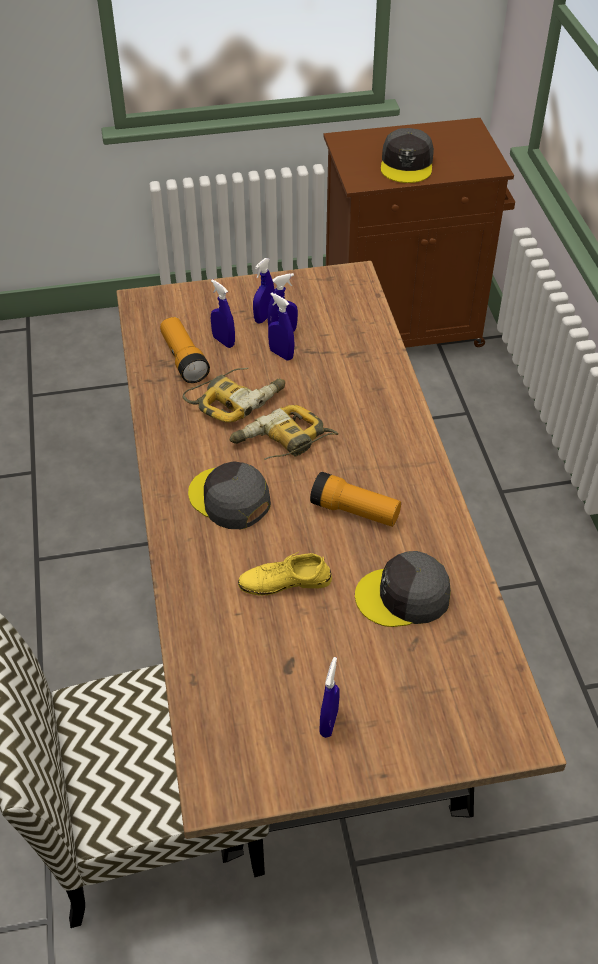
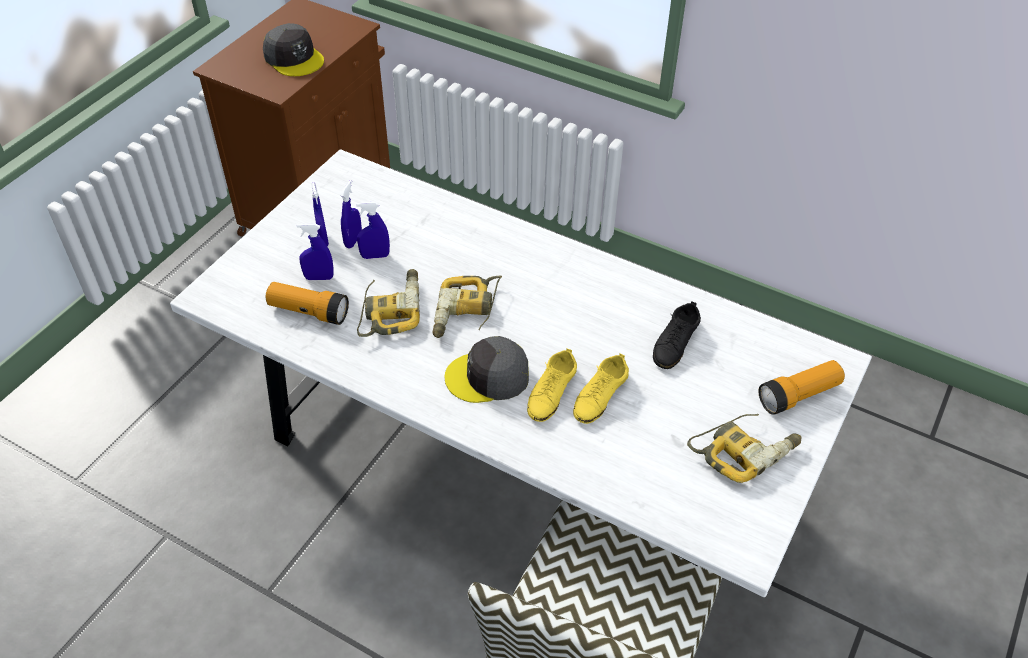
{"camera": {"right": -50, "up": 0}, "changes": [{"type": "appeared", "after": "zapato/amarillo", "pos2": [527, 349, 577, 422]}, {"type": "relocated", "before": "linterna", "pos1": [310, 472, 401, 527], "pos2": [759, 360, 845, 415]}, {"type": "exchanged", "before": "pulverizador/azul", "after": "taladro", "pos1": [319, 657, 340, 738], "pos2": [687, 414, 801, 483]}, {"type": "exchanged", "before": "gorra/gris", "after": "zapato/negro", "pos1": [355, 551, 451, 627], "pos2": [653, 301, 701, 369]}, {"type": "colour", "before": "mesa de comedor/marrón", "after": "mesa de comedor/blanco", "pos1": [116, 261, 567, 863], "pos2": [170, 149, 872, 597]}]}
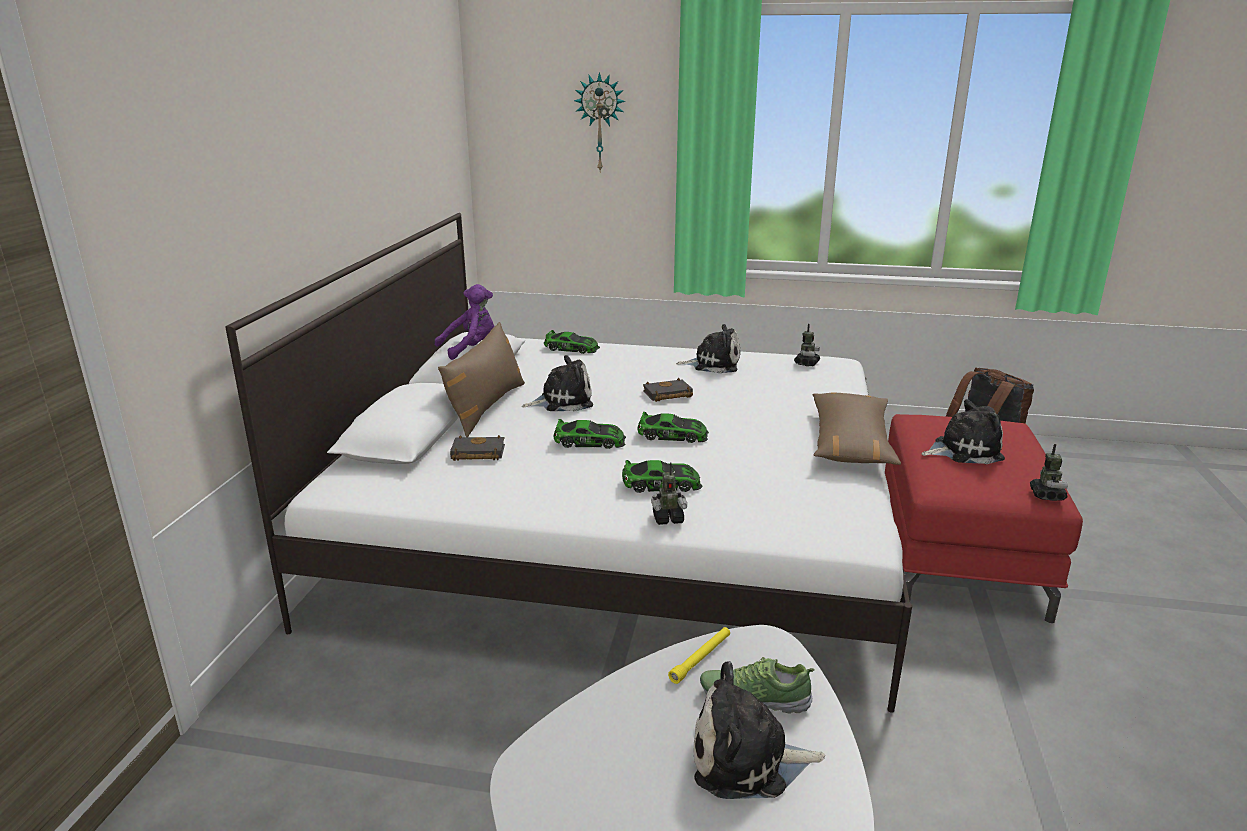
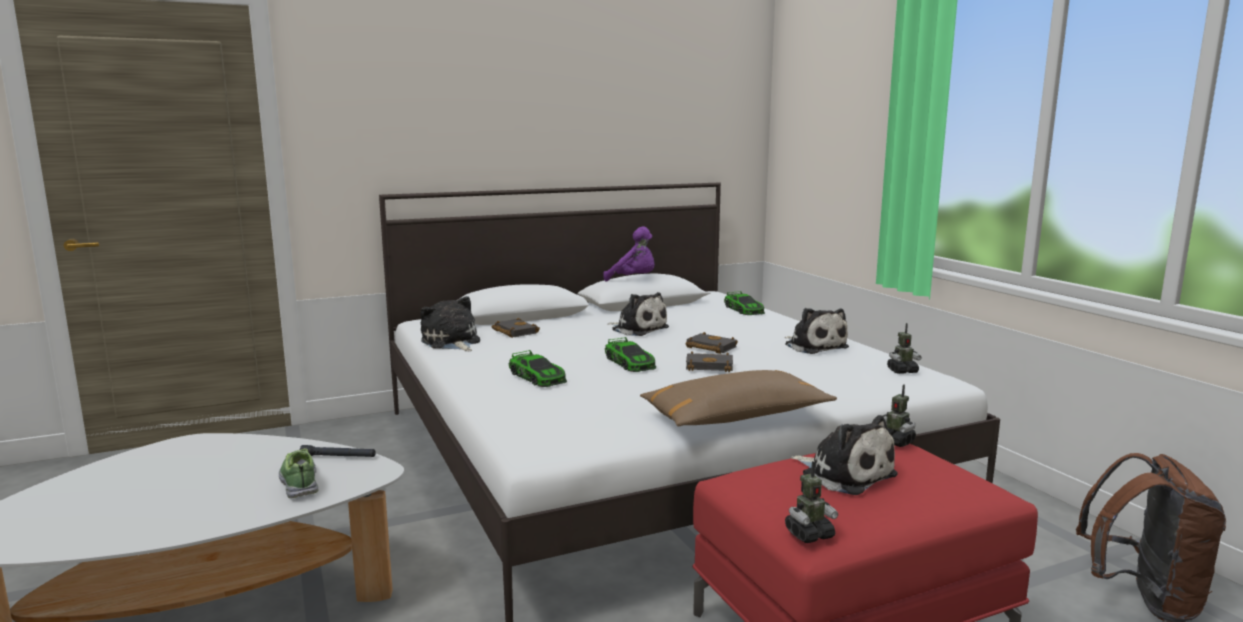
{"camera": {"right": 55, "up": -10}, "changes": [{"type": "missing", "before": "cojín/marrón", "pos1": [438, 322, 525, 437]}, {"type": "missing", "before": "coche de juguete", "pos1": [554, 419, 626, 449]}, {"type": "missing", "before": "reloj de pared", "pos1": [574, 72, 626, 173]}, {"type": "appeared", "after": "libro/negro", "pos2": [686, 351, 733, 372]}, {"type": "relocated", "before": "robot de juguete", "pos1": [651, 462, 687, 525], "pos2": [883, 385, 916, 447]}, {"type": "relocated", "before": "peluche", "pos1": [694, 661, 825, 799], "pos2": [420, 296, 480, 351]}, {"type": "colour", "before": "linterna/amarillo", "after": "linterna/negro", "pos1": [668, 627, 730, 684], "pos2": [300, 445, 376, 457]}]}
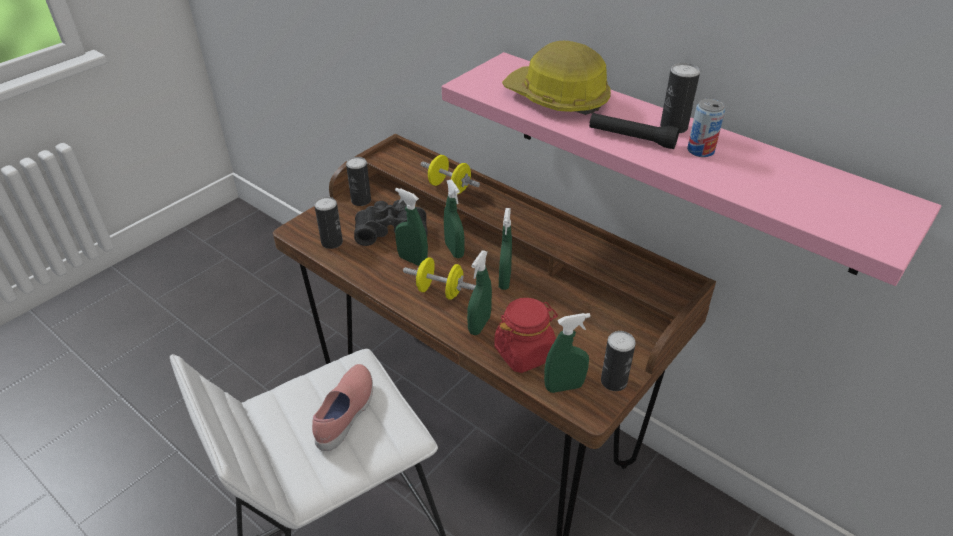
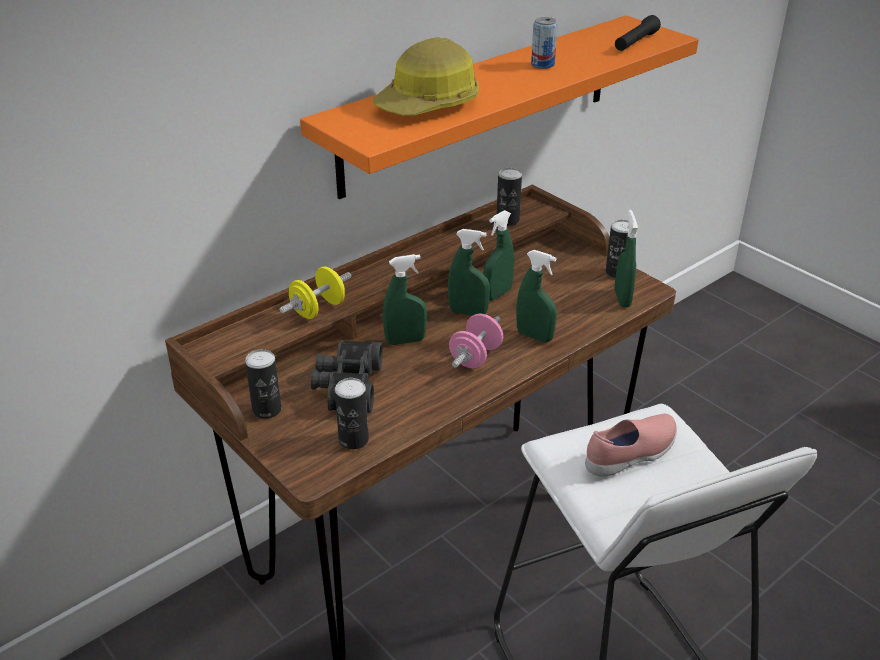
{"camera": {"right": -80, "up": -5}, "changes": [{"type": "missing", "before": "tarro/rojo", "pos1": [494, 298, 558, 373]}, {"type": "relocated", "before": "pulverizador/verde", "pos1": [395, 188, 428, 266], "pos2": [483, 210, 514, 300]}, {"type": "relocated", "before": "linterna/negro", "pos1": [589, 113, 680, 149], "pos2": [615, 15, 661, 51]}, {"type": "relocated", "before": "lata", "pos1": [660, 63, 700, 133], "pos2": [497, 168, 522, 226]}, {"type": "colour", "before": "mancuerna/amarillo", "after": "mancuerna/rosa", "pos1": [403, 257, 476, 300], "pos2": [449, 314, 503, 368]}, {"type": "colour", "before": "estante/rosa", "after": "estante/naranja", "pos1": [442, 52, 941, 286], "pos2": [300, 15, 699, 199]}, {"type": "spun", "before": "zapato/rosa", "pos1": [312, 364, 373, 451], "pos2": [585, 414, 677, 477], "turn": 120}]}
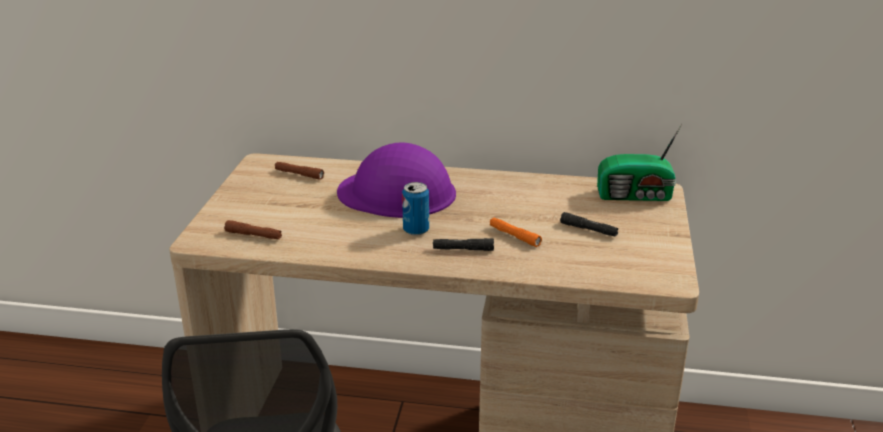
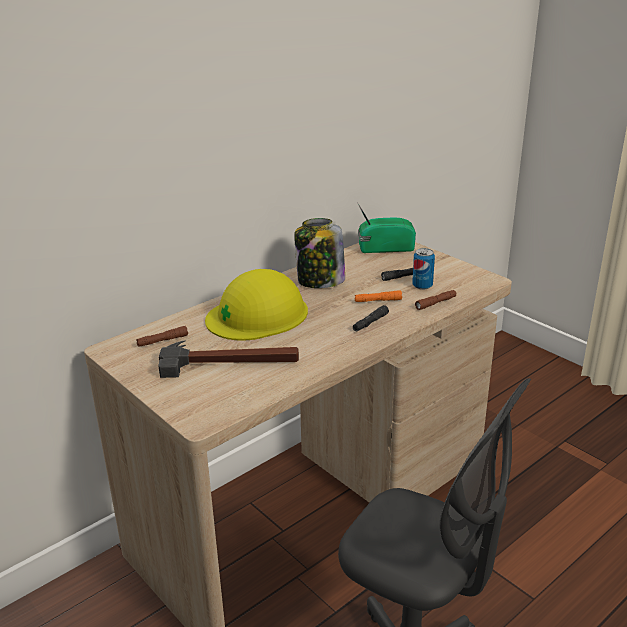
{"camera": {"right": -50, "up": 0}, "changes": [{"type": "appeared", "after": "martillo", "pos2": [158, 340, 299, 378]}, {"type": "appeared", "after": "tarro", "pos2": [294, 218, 345, 288]}, {"type": "relocated", "before": "linterna/marrón", "pos1": [224, 220, 282, 239], "pos2": [415, 290, 456, 310]}, {"type": "relocated", "before": "lata", "pos1": [402, 182, 429, 236], "pos2": [412, 248, 435, 290]}, {"type": "colour", "before": "casco/morado", "after": "casco/amarillo", "pos1": [337, 142, 456, 218], "pos2": [205, 269, 308, 341]}, {"type": "spun", "before": "radio", "pos1": [597, 124, 682, 201], "pos2": [357, 202, 416, 253], "turn": -135}]}
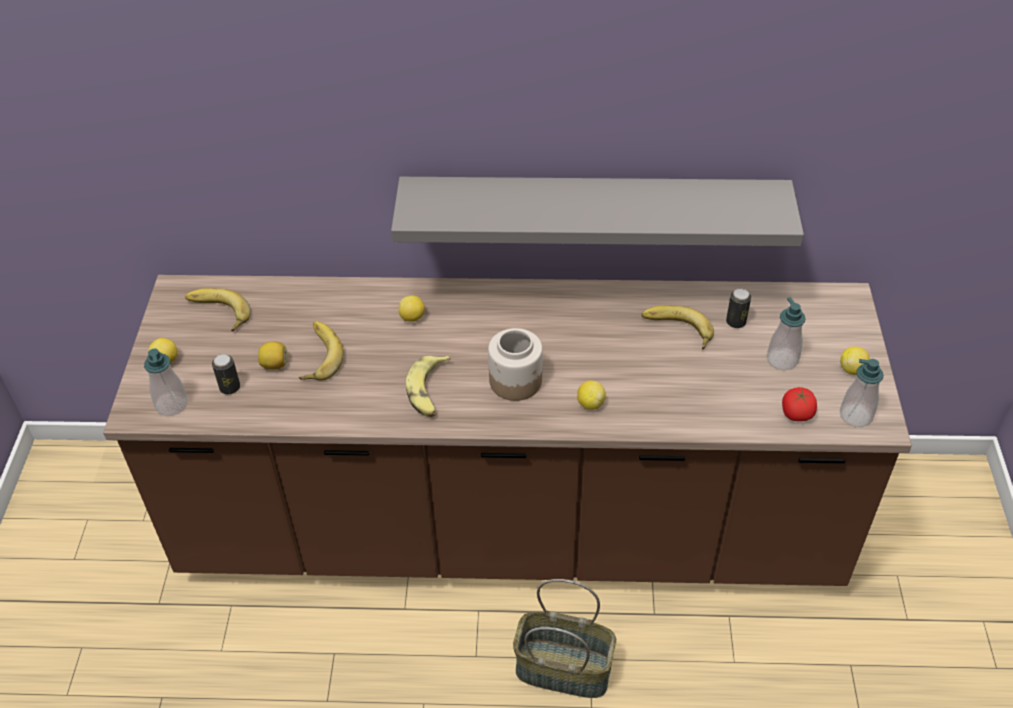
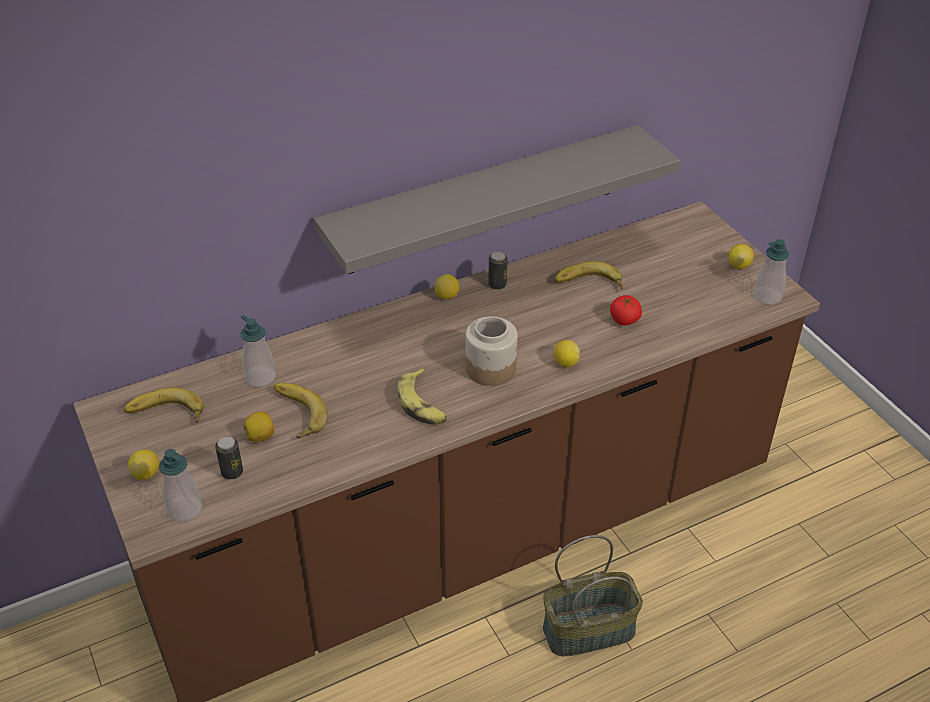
{"camera": {"right": -30, "up": -5}, "changes": [{"type": "relocated", "before": "limón", "pos1": [398, 295, 425, 322], "pos2": [434, 274, 459, 299]}, {"type": "relocated", "before": "lata", "pos1": [726, 288, 751, 328], "pos2": [488, 251, 508, 290]}, {"type": "relocated", "before": "dispensador de jabón", "pos1": [767, 297, 806, 370], "pos2": [240, 315, 276, 387]}, {"type": "relocated", "before": "tomate", "pos1": [782, 387, 817, 421], "pos2": [610, 295, 642, 325]}]}
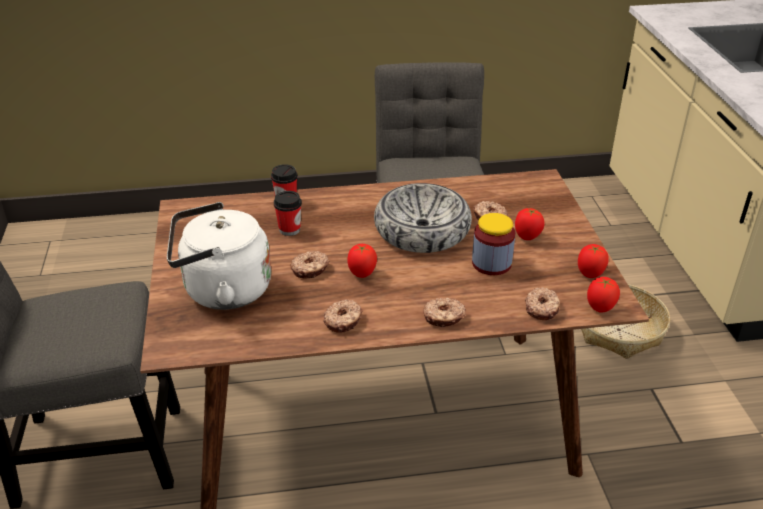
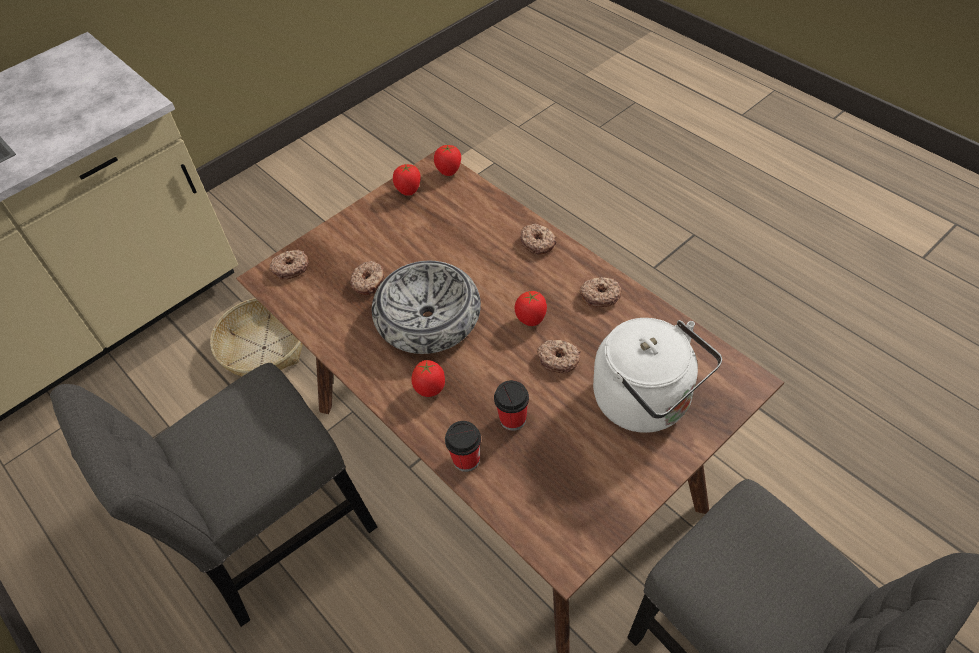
{"camera": {"right": -120, "up": 15}, "changes": [{"type": "missing", "before": "tarro", "pos1": [472, 213, 515, 275]}, {"type": "relocated", "before": "tomate", "pos1": [515, 208, 545, 240], "pos2": [411, 360, 445, 397]}, {"type": "relocated", "before": "rosquilla", "pos1": [525, 287, 560, 320], "pos2": [269, 250, 309, 280]}]}
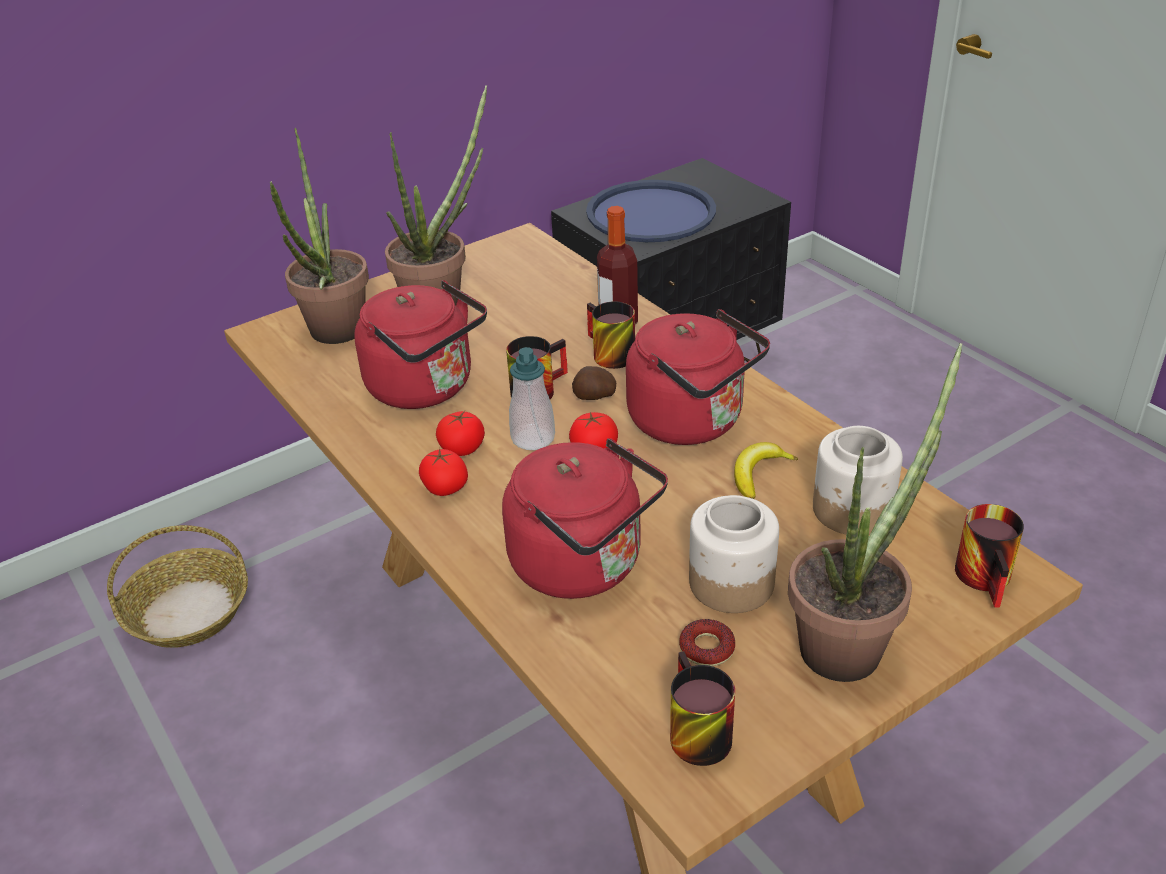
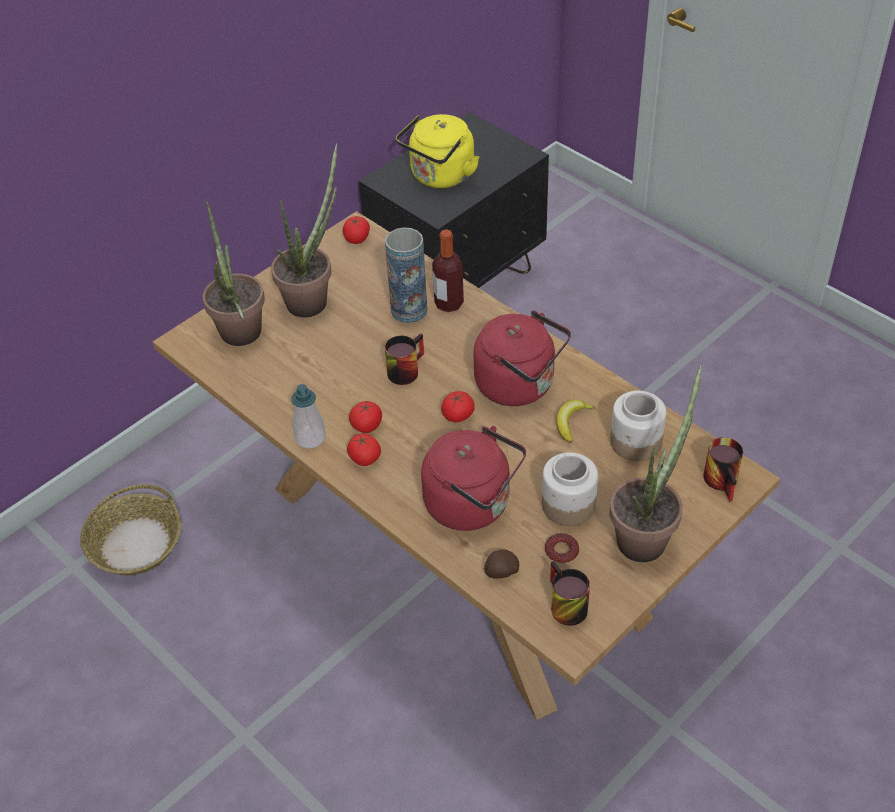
{"camera": {"right": -10, "up": 10}, "changes": [{"type": "missing", "before": "hervidor/rojo", "pos1": [354, 280, 487, 409]}, {"type": "missing", "before": "taza grande", "pos1": [587, 301, 635, 369]}, {"type": "appeared", "after": "tomate", "pos2": [343, 216, 370, 244]}, {"type": "appeared", "after": "florero", "pos2": [385, 227, 428, 323]}, {"type": "relocated", "before": "dispensador de jabón", "pos1": [509, 347, 555, 450], "pos2": [291, 384, 326, 449]}, {"type": "relocated", "before": "patata", "pos1": [572, 366, 616, 400], "pos2": [484, 549, 519, 579]}, {"type": "exchanged", "before": "bandeja/azul", "after": "hervidor/amarillo", "pos1": [586, 180, 716, 242], "pos2": [396, 114, 479, 188]}]}
